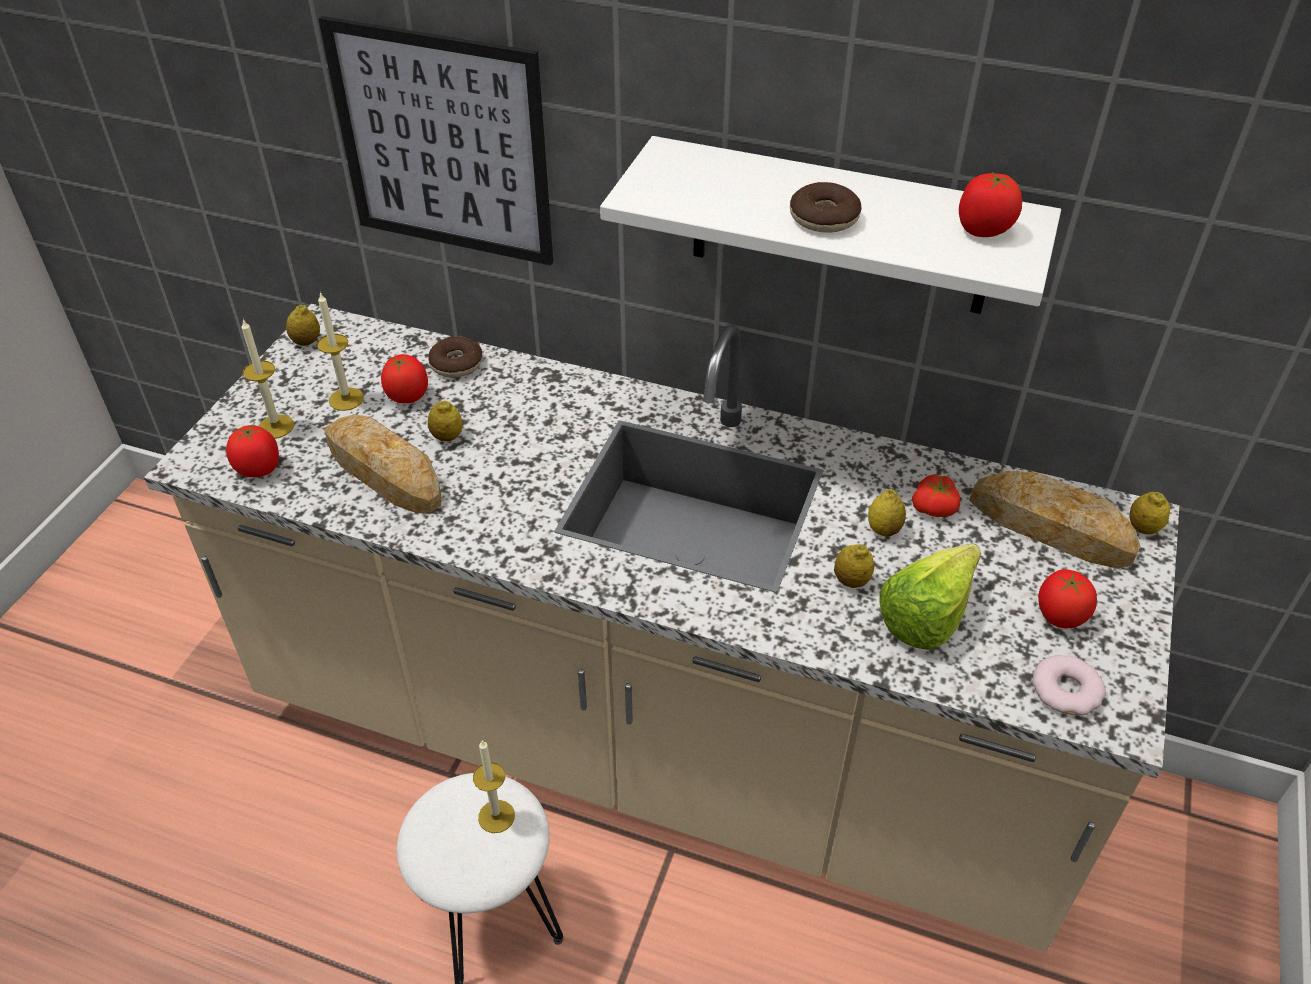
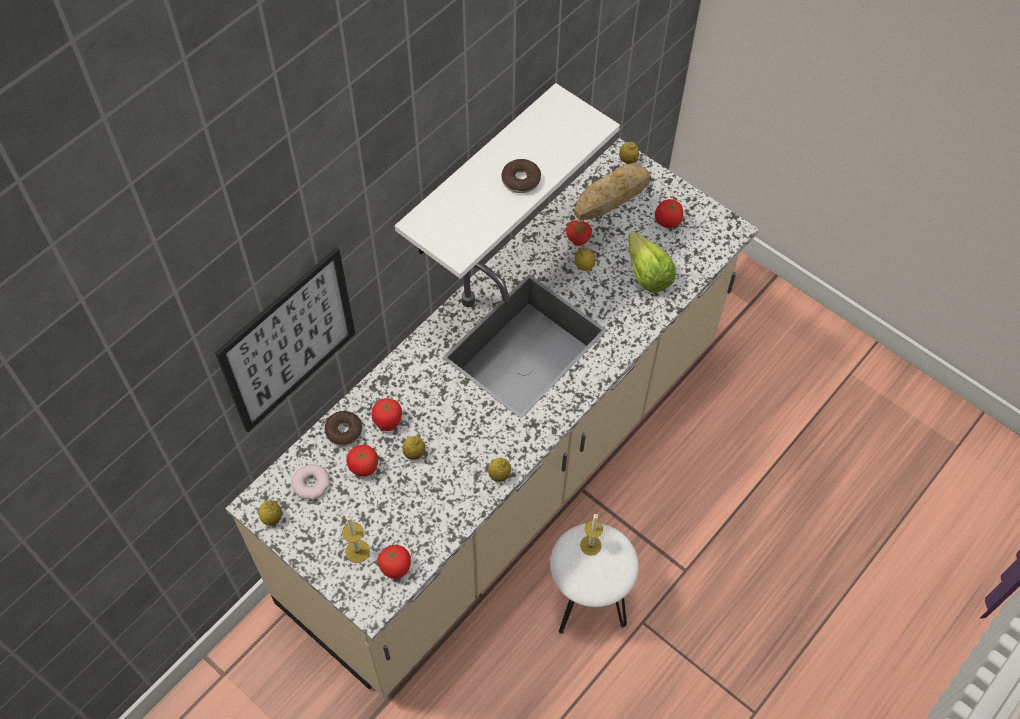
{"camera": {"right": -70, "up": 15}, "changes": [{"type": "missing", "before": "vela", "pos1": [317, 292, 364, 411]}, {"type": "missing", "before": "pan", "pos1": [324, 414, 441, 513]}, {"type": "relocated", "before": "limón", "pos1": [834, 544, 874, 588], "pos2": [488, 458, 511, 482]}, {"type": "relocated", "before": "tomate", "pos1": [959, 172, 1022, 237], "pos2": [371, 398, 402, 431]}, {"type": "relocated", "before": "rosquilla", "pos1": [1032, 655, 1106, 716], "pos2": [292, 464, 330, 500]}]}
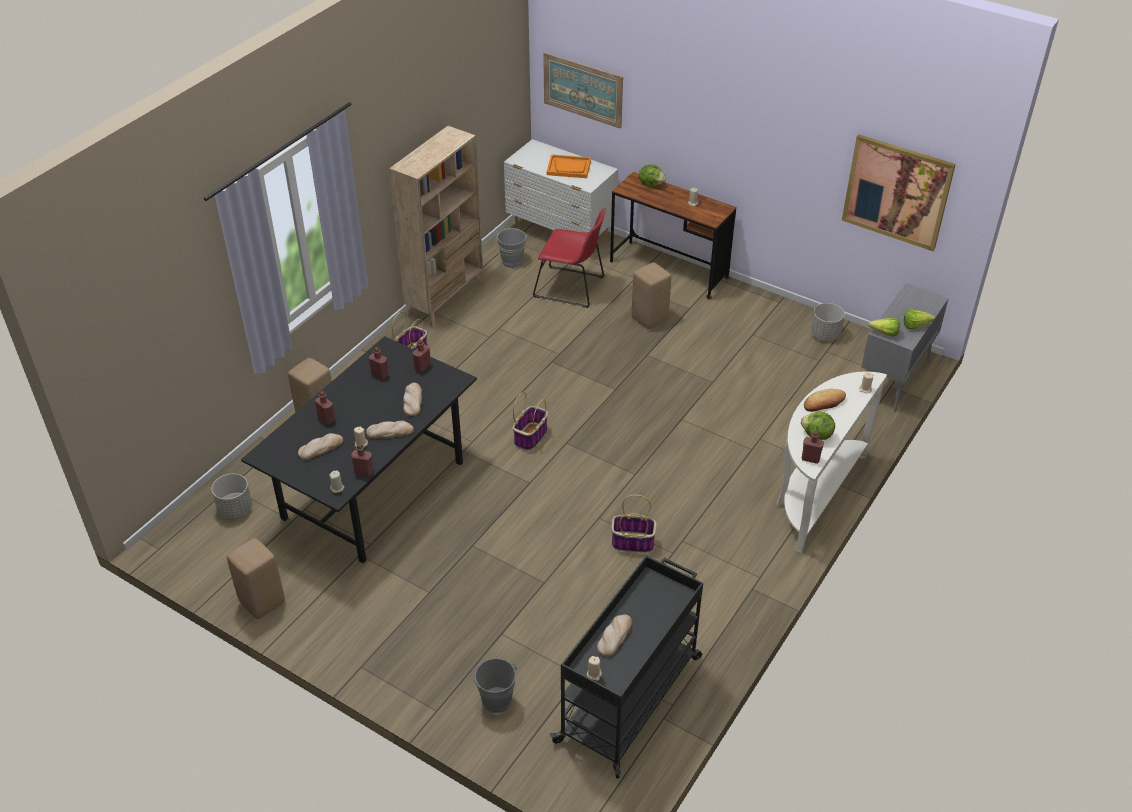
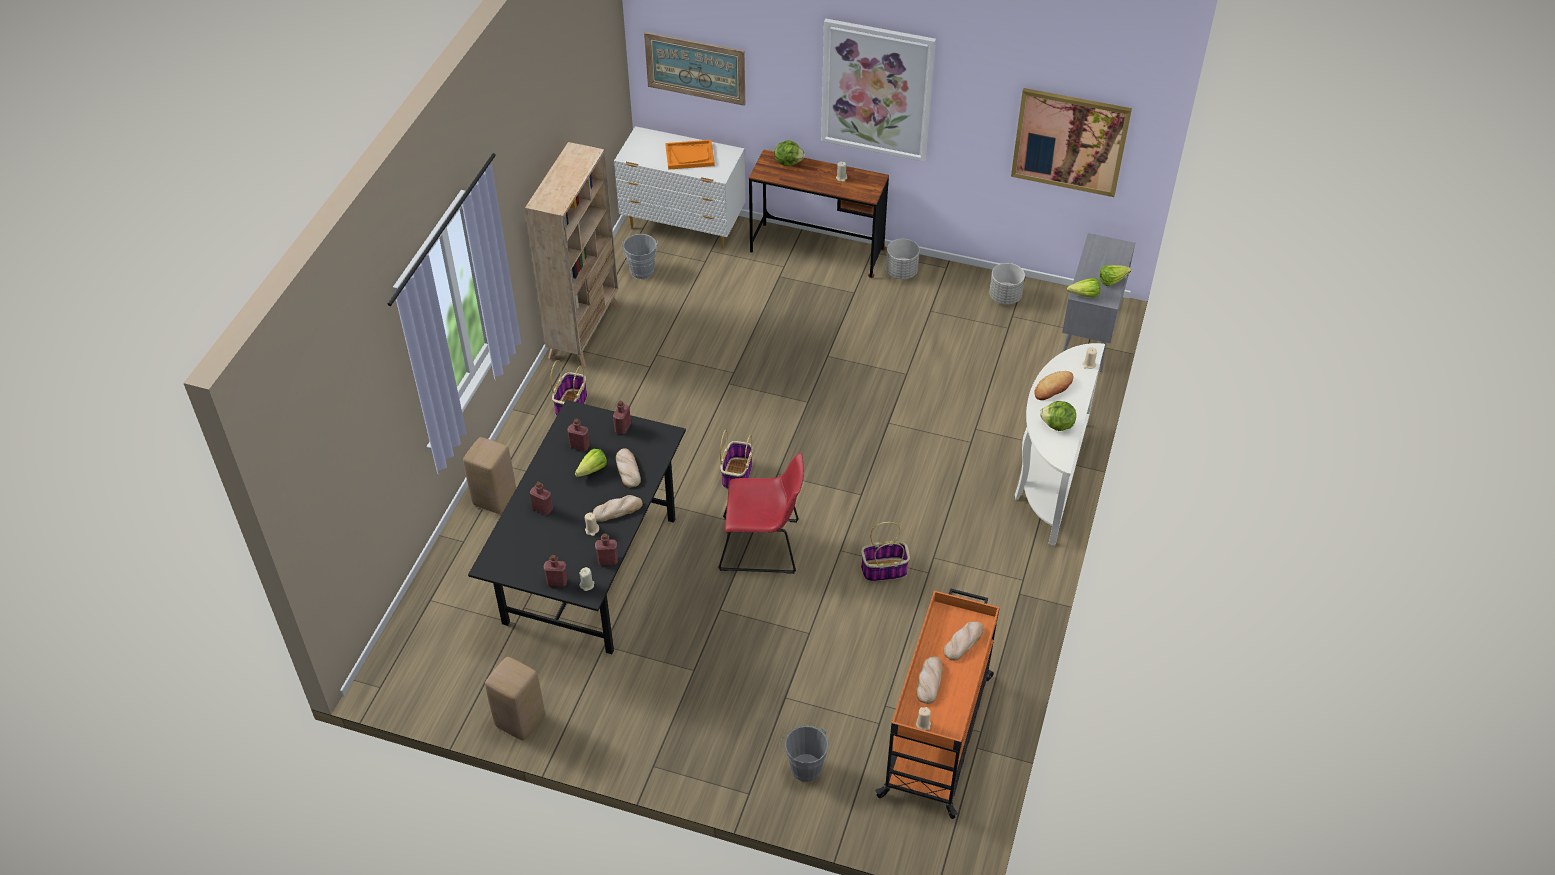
{"camera": {"right": -15, "up": 5}, "changes": [{"type": "missing", "before": "taburete/beis", "pos1": [632, 262, 671, 329]}, {"type": "appeared", "after": "lechuga", "pos2": [575, 449, 607, 477]}, {"type": "appeared", "after": "cuadro", "pos2": [821, 18, 936, 162]}, {"type": "relocated", "before": "maceta/gris", "pos1": [212, 474, 252, 518], "pos2": [886, 239, 920, 279]}, {"type": "relocated", "before": "pan", "pos1": [298, 433, 343, 460], "pos2": [943, 622, 984, 661]}, {"type": "relocated", "before": "silla/rojo", "pos1": [533, 208, 606, 308], "pos2": [718, 453, 804, 574]}, {"type": "relocated", "before": "botella/rojo", "pos1": [802, 431, 824, 464], "pos2": [544, 555, 567, 587]}, {"type": "colour", "before": "carrito/negro", "after": "carrito/naranja", "pos1": [550, 555, 703, 779], "pos2": [875, 588, 1000, 819]}]}
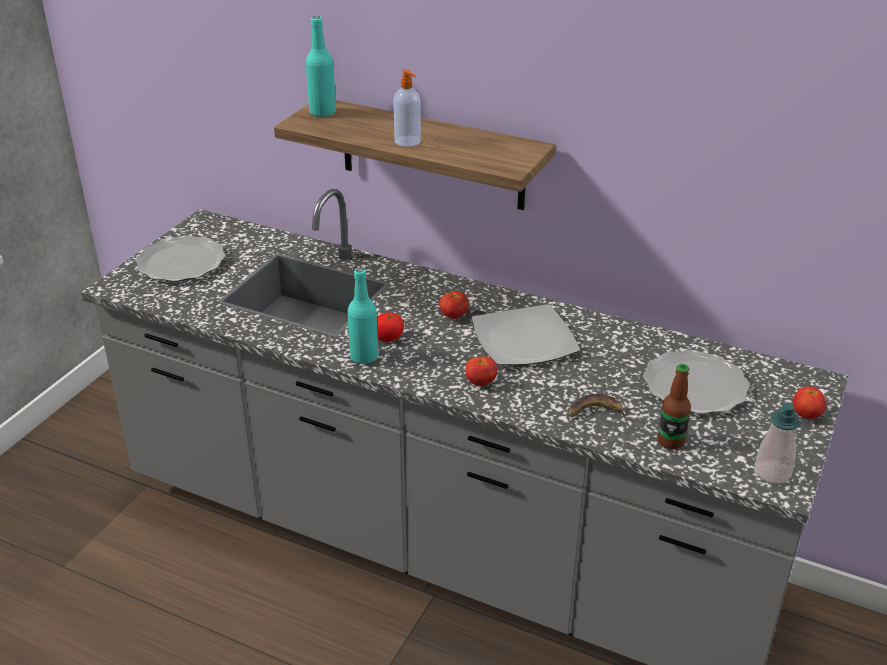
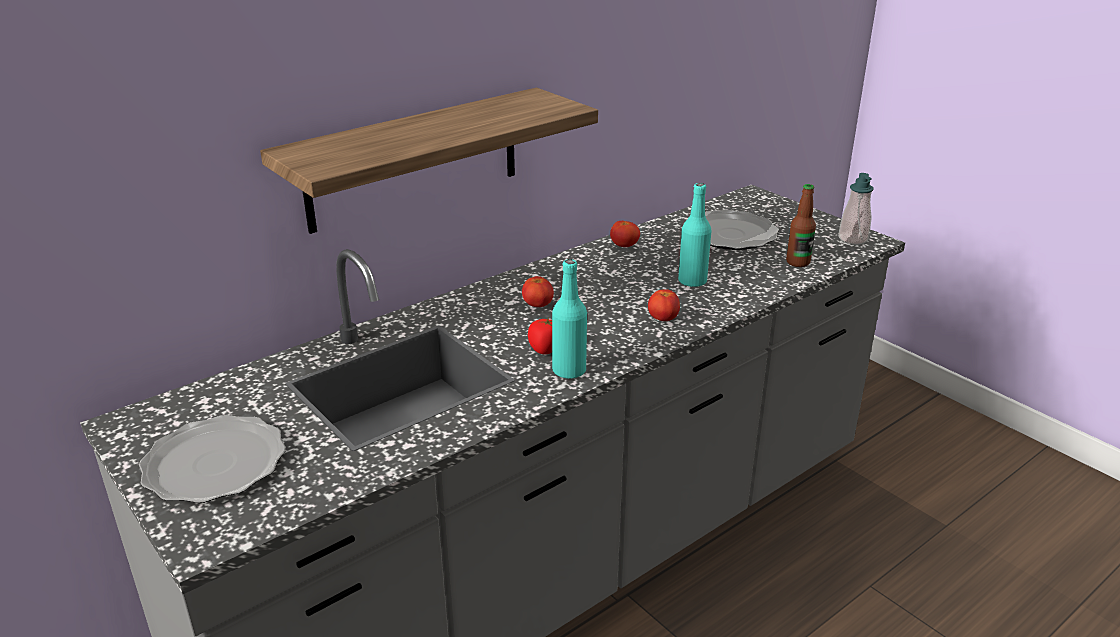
{"camera": {"right": -65, "up": -5}, "changes": [{"type": "missing", "before": "dispensador de jabón", "pos1": [393, 69, 421, 147]}, {"type": "missing", "before": "plato", "pos1": [471, 304, 580, 366]}, {"type": "missing", "before": "plátano", "pos1": [569, 394, 627, 419]}, {"type": "relocated", "before": "botella/turquesa", "pos1": [306, 16, 336, 117], "pos2": [678, 183, 712, 287]}, {"type": "relocated", "before": "tomate", "pos1": [793, 387, 826, 419], "pos2": [610, 221, 640, 247]}]}
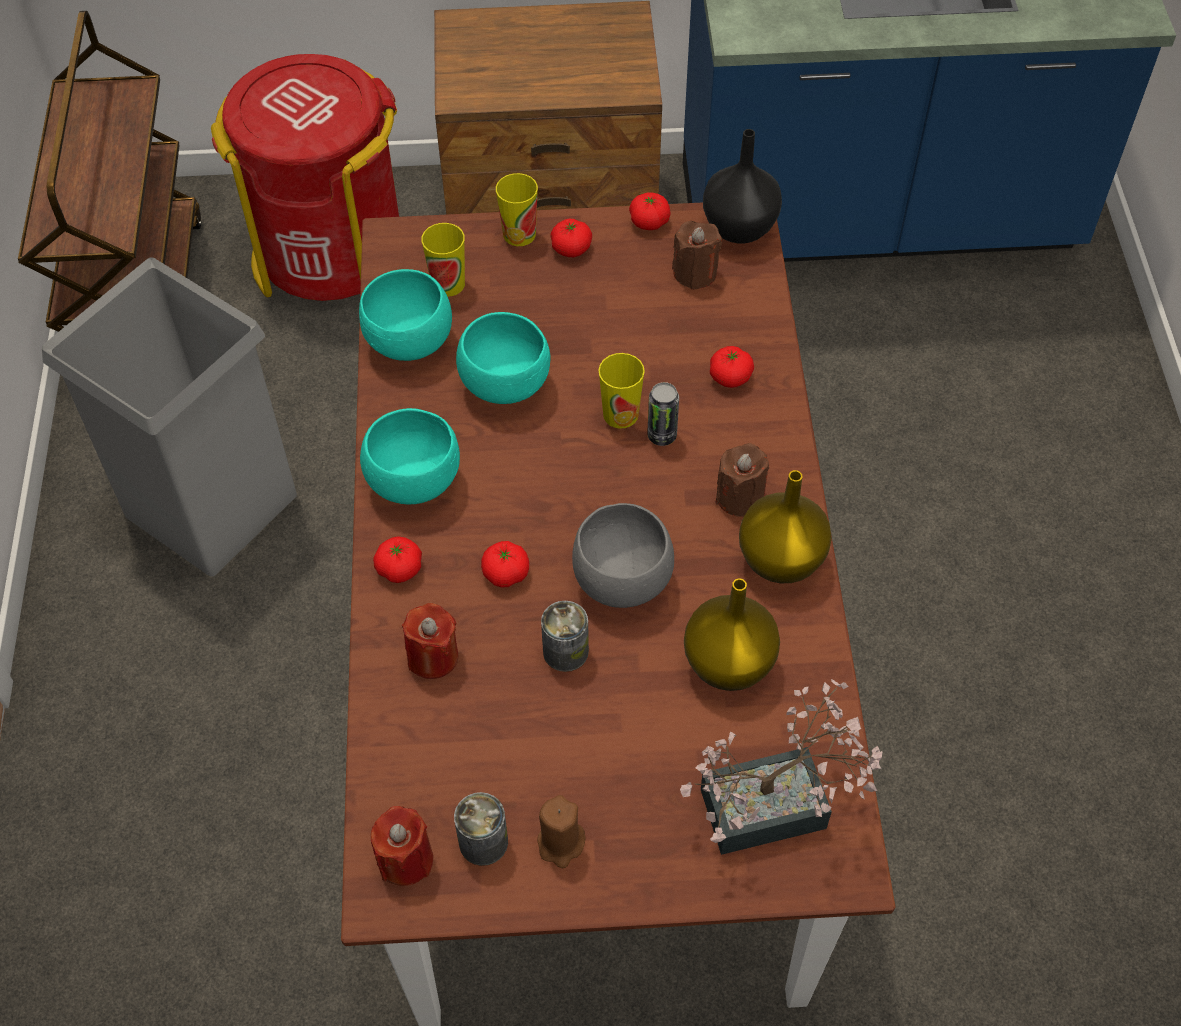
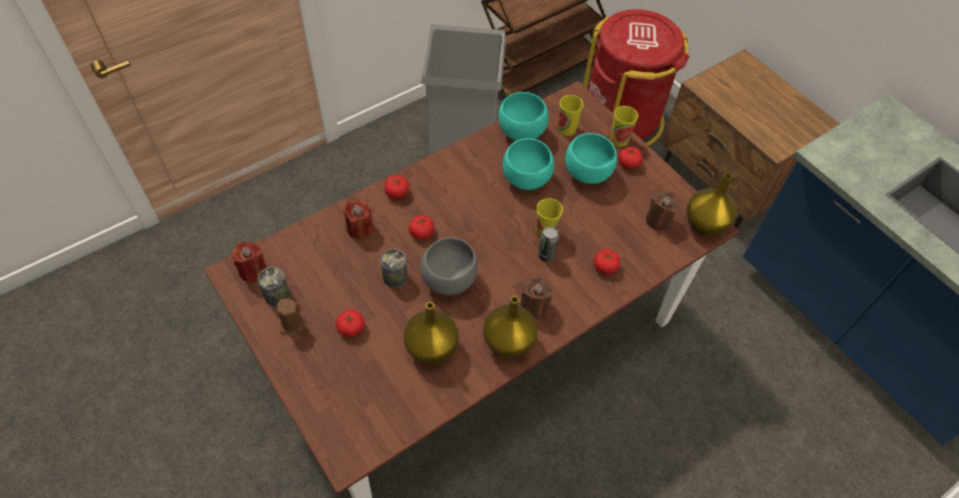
{"camera": {"right": 55, "up": 0}, "changes": [{"type": "missing", "before": "planta en maceta", "pos1": [680, 679, 883, 855]}, {"type": "relocated", "before": "cuenco/turquesa", "pos1": [360, 408, 460, 505], "pos2": [565, 133, 617, 184]}, {"type": "relocated", "before": "tomate", "pos1": [629, 192, 671, 230], "pos2": [336, 310, 365, 337]}, {"type": "colour", "before": "florero/negro", "after": "florero/amarillo", "pos1": [703, 129, 782, 243], "pos2": [687, 173, 737, 236]}]}
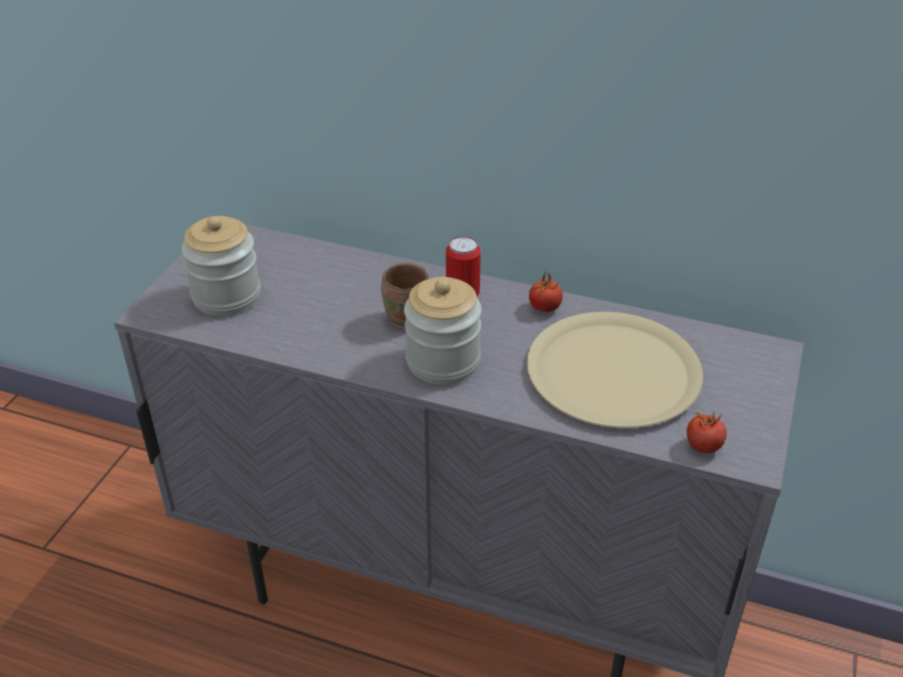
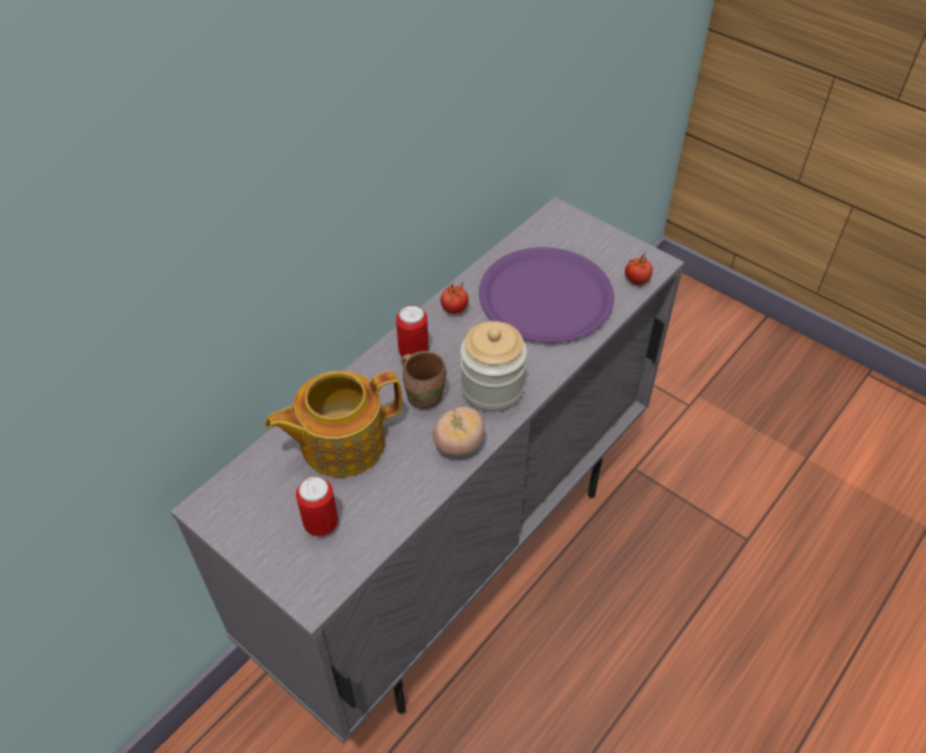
{"camera": {"right": -70, "up": 10}, "changes": [{"type": "appeared", "after": "tetera", "pos2": [265, 371, 402, 477]}, {"type": "appeared", "after": "tomate", "pos2": [433, 407, 485, 457]}, {"type": "exchanged", "before": "tarro", "after": "lata", "pos1": [181, 216, 261, 316], "pos2": [296, 476, 338, 537]}, {"type": "colour", "before": "plato/beis", "after": "plato/morado", "pos1": [527, 312, 703, 428], "pos2": [479, 247, 614, 343]}]}
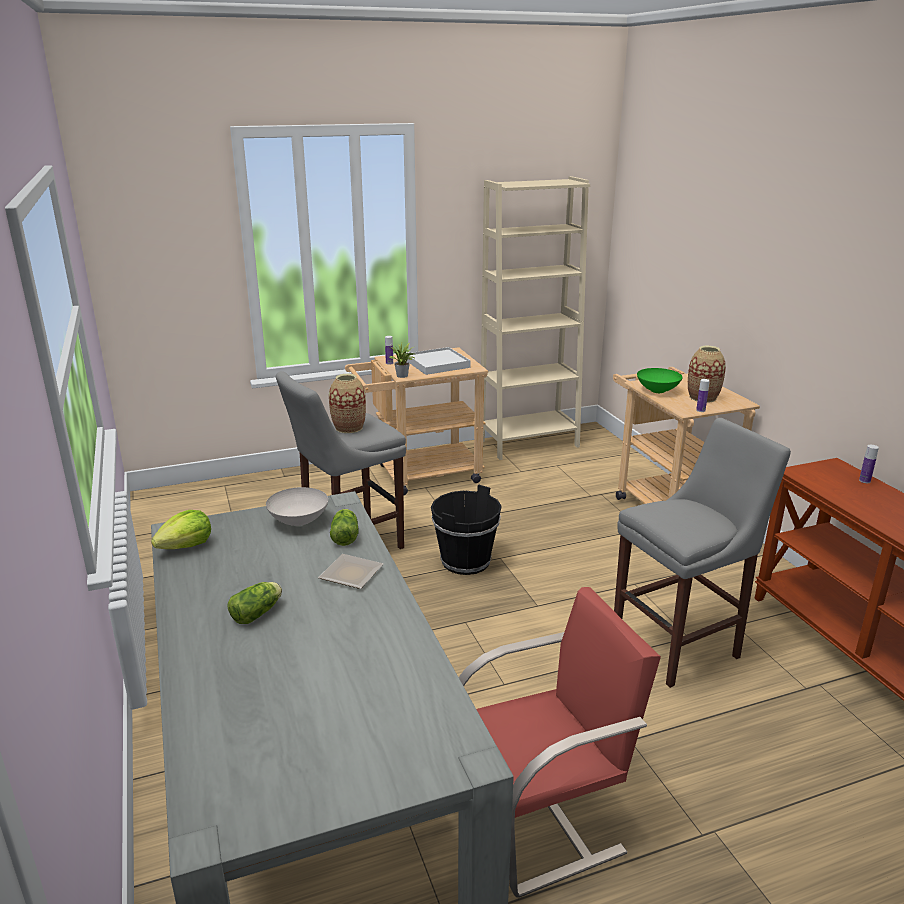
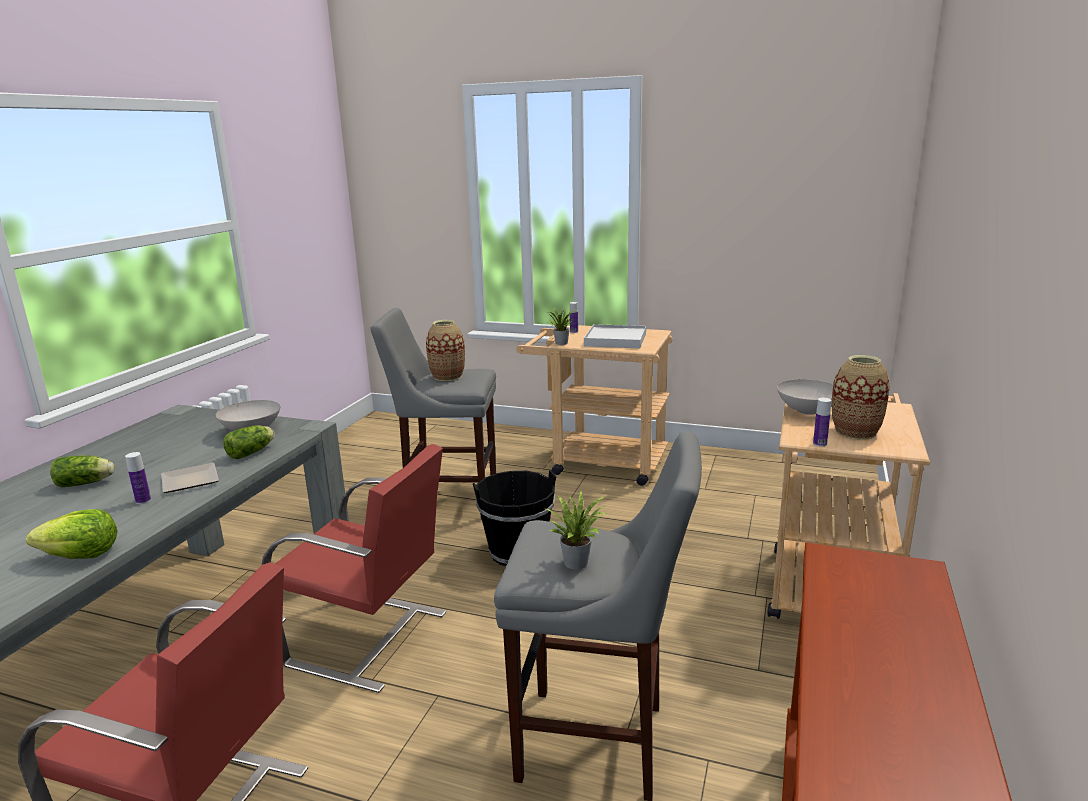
{"camera": {"right": 40, "up": -5}, "changes": [{"type": "missing", "before": "estantería/beis", "pos1": [481, 176, 590, 460]}, {"type": "appeared", "after": "silla/rojo", "pos2": [261, 444, 446, 693]}, {"type": "appeared", "after": "planta en maceta", "pos2": [546, 491, 607, 569]}, {"type": "relocated", "before": "lechuga", "pos1": [151, 510, 211, 549], "pos2": [26, 509, 118, 559]}, {"type": "relocated", "before": "botella", "pos1": [859, 445, 879, 483], "pos2": [125, 452, 151, 504]}, {"type": "colour", "before": "cuenco/verde", "after": "cuenco/blanco", "pos1": [637, 368, 683, 393], "pos2": [777, 379, 833, 415]}]}
